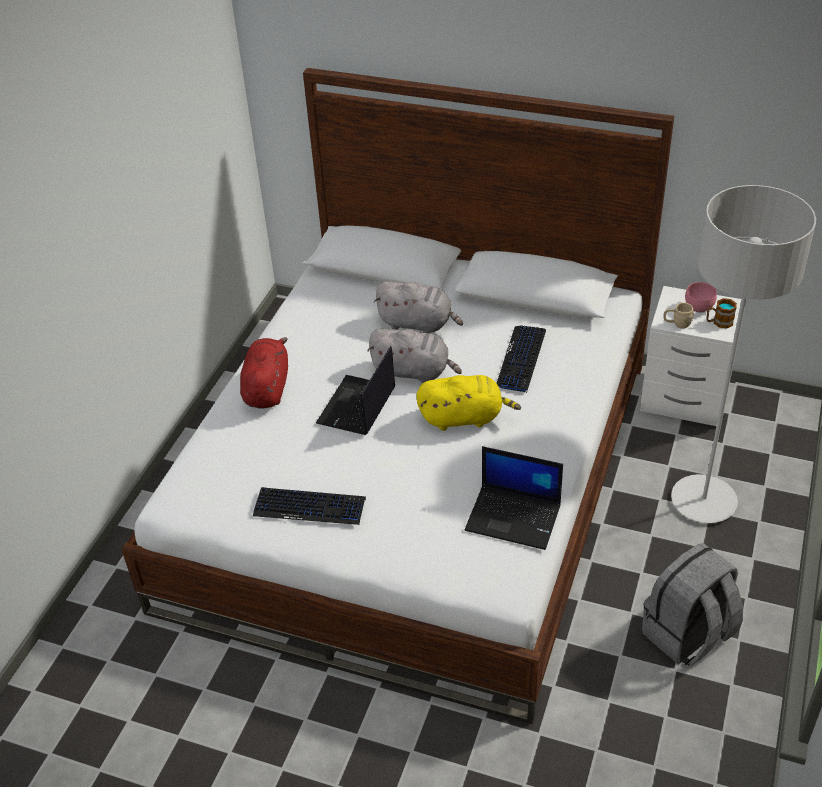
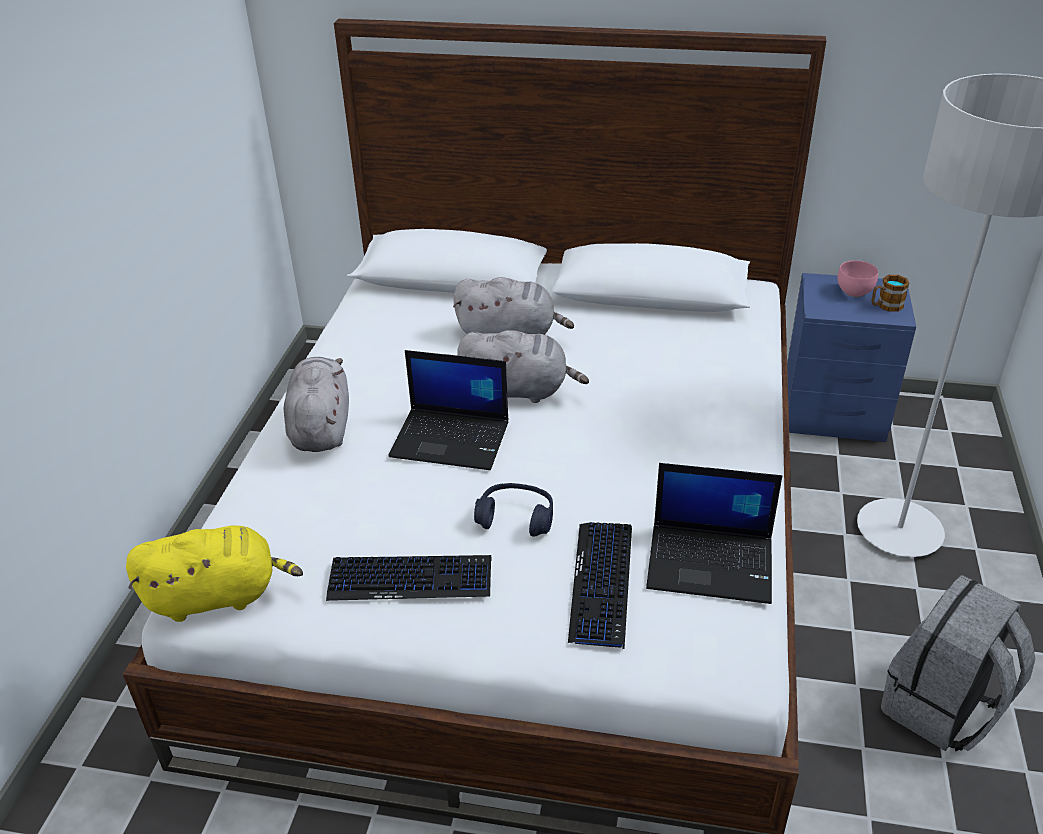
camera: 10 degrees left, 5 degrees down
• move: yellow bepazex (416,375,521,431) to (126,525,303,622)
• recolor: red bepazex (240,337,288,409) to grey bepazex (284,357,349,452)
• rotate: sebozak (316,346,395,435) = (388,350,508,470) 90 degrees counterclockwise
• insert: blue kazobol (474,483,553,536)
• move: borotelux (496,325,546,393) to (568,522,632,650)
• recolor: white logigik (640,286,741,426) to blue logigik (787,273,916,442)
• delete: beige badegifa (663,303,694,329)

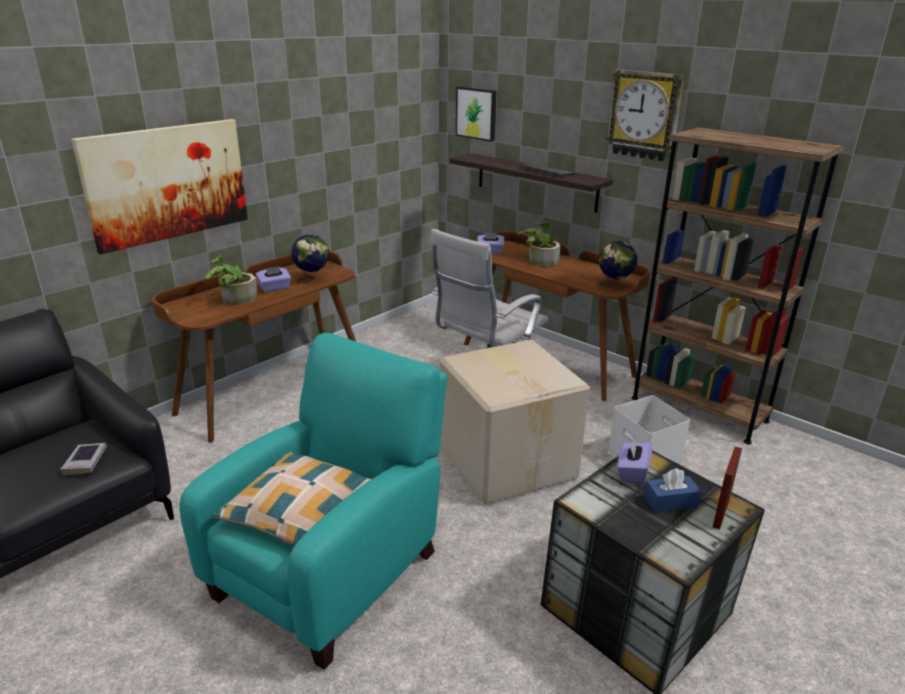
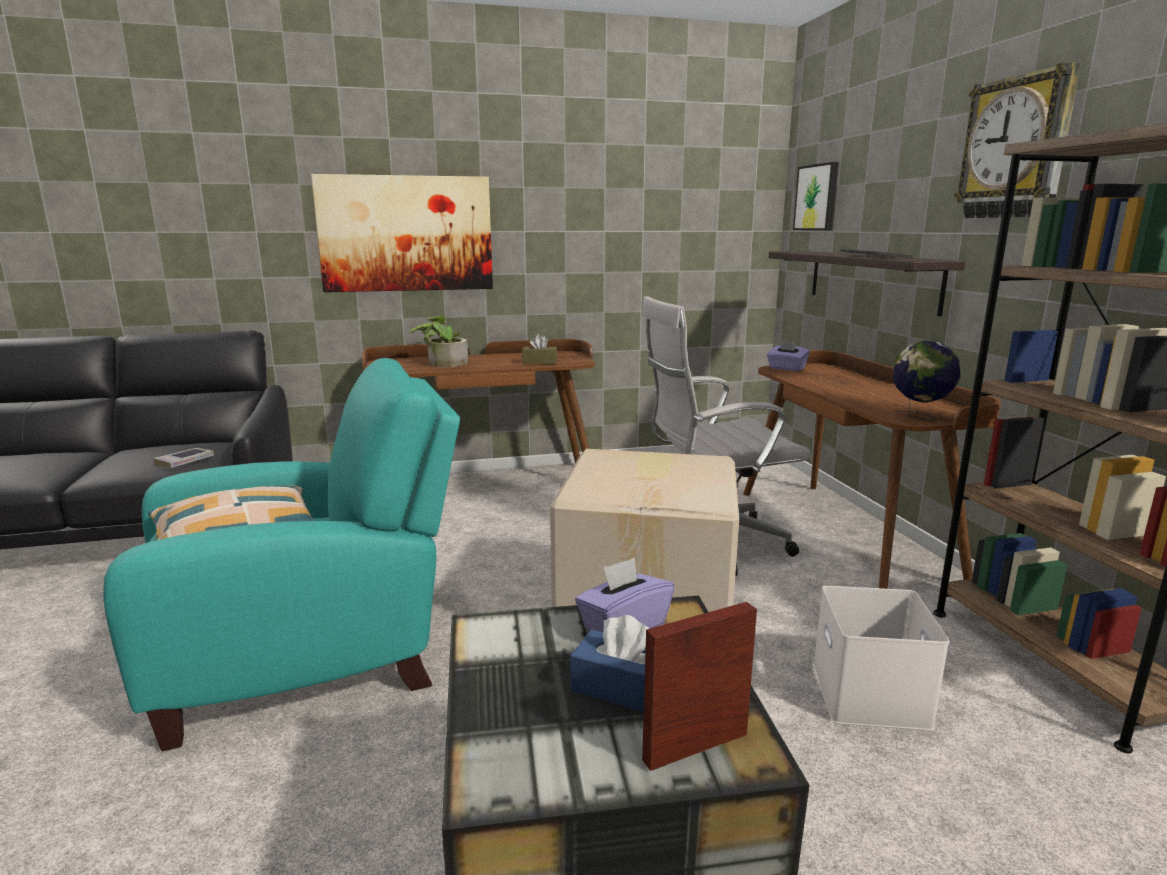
camera: 35 degrees right, 10 degrees down
• replace: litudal (291,234,329,284) to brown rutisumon (522,334,557,364)
• delete: purple rutisumon (256,266,291,292)
• delete: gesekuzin (518,222,561,267)

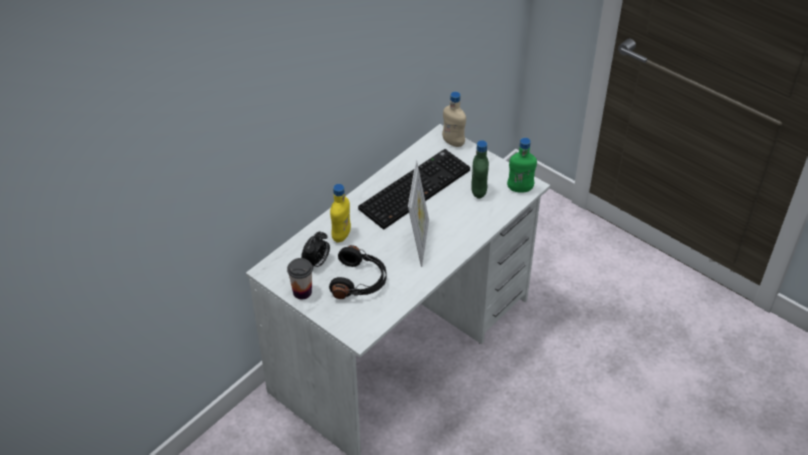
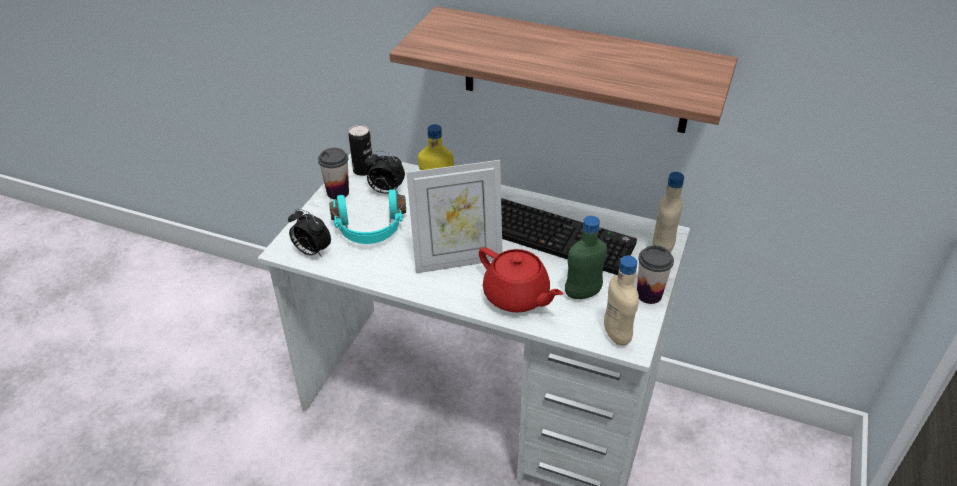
camera: 70 degrees right, 5 degrees down
• insert: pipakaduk (288,208,331,258)
• recolor: black kazobol (329,245,387,299) to turquoise kazobol (329,189,406,244)
• insert: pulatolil (349,125,372,176)
• insert: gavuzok (390,6,738,133)
• insert: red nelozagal (479,247,563,313)
• recolor: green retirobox (507,138,537,193) to beige retirobox (604,256,639,346)
• insert: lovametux (637,246,674,304)

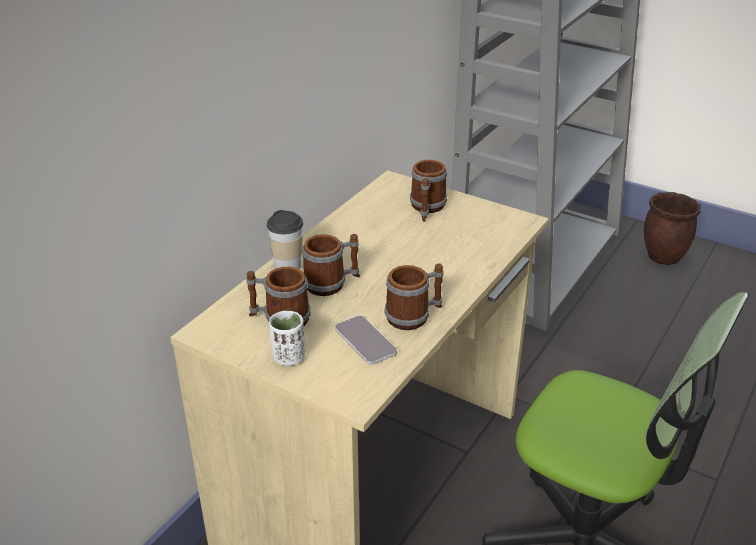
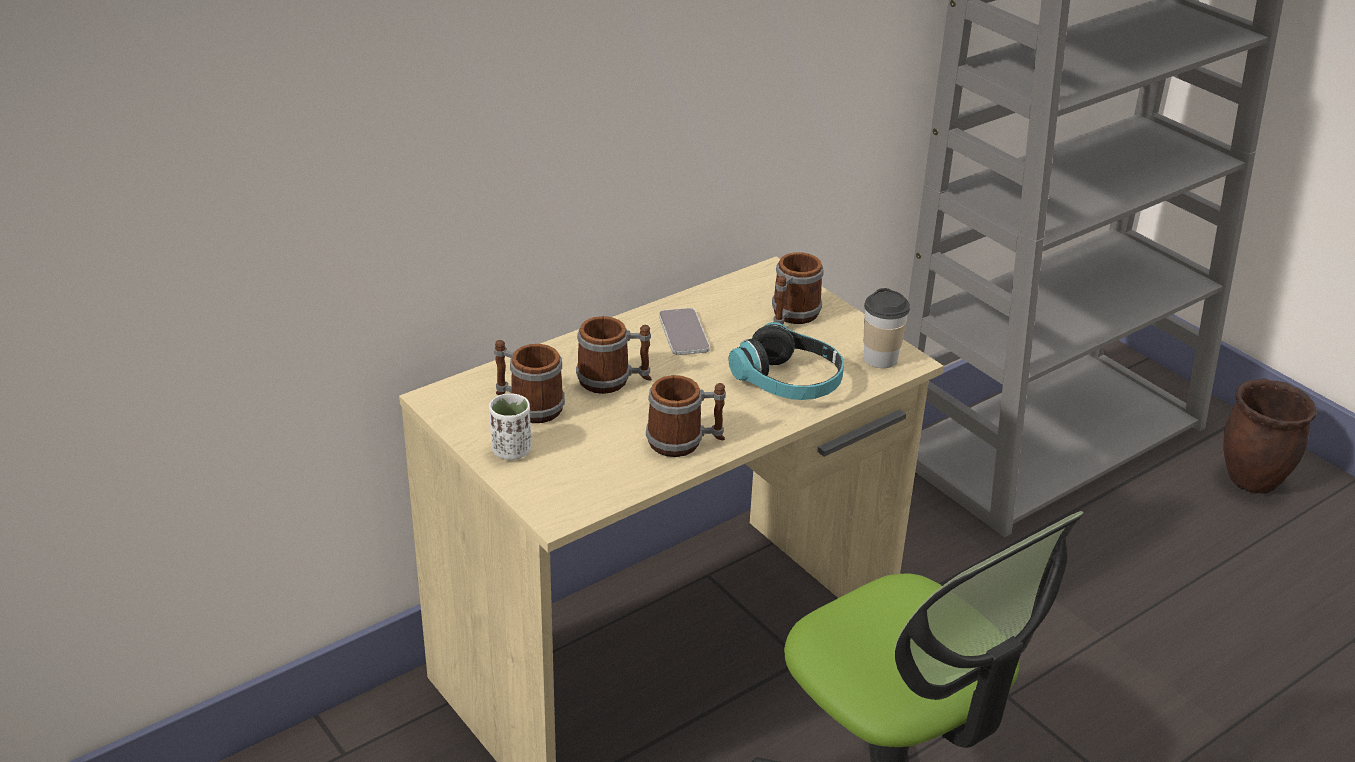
camera: 20 degrees right, 0 degrees up
• move: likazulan (335,315,397,365) to (659,308,710,355)
• insert: kazobol (729,322,844,400)
• move: lovametux (267,210,303,269) to (864,288,910,368)

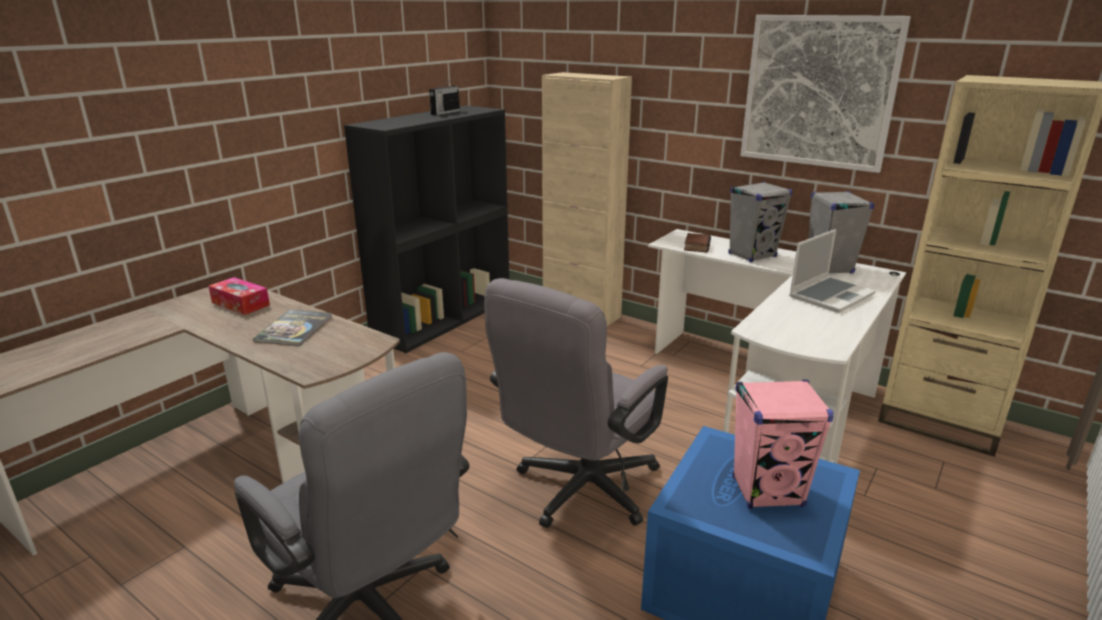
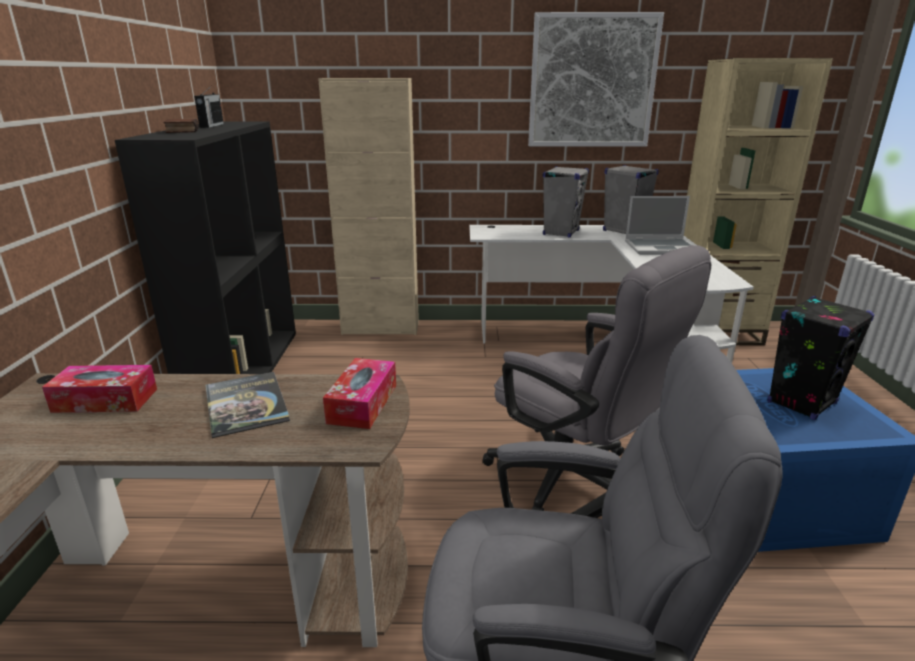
camera: 35 degrees left, 0 degrees up
• move: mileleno (684,233,711,252) to (163,119,199,133)
• insert: rutisumon (323,358,396,429)
• rotate: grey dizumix (484,278,668,528) = (482,245,712,511) 45 degrees counterclockwise
• rotate: sebozak (789,229,876,313) = (625,196,691,255) 75 degrees clockwise
• recolor: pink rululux (732,380,834,509) to black rululux (767,296,874,420)

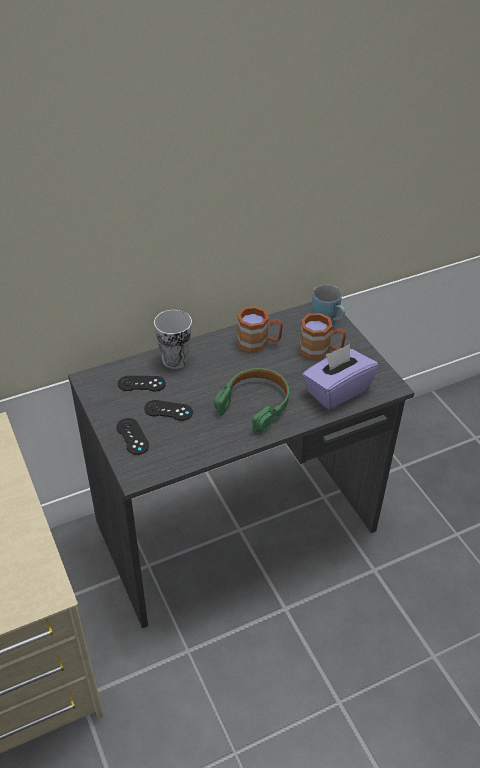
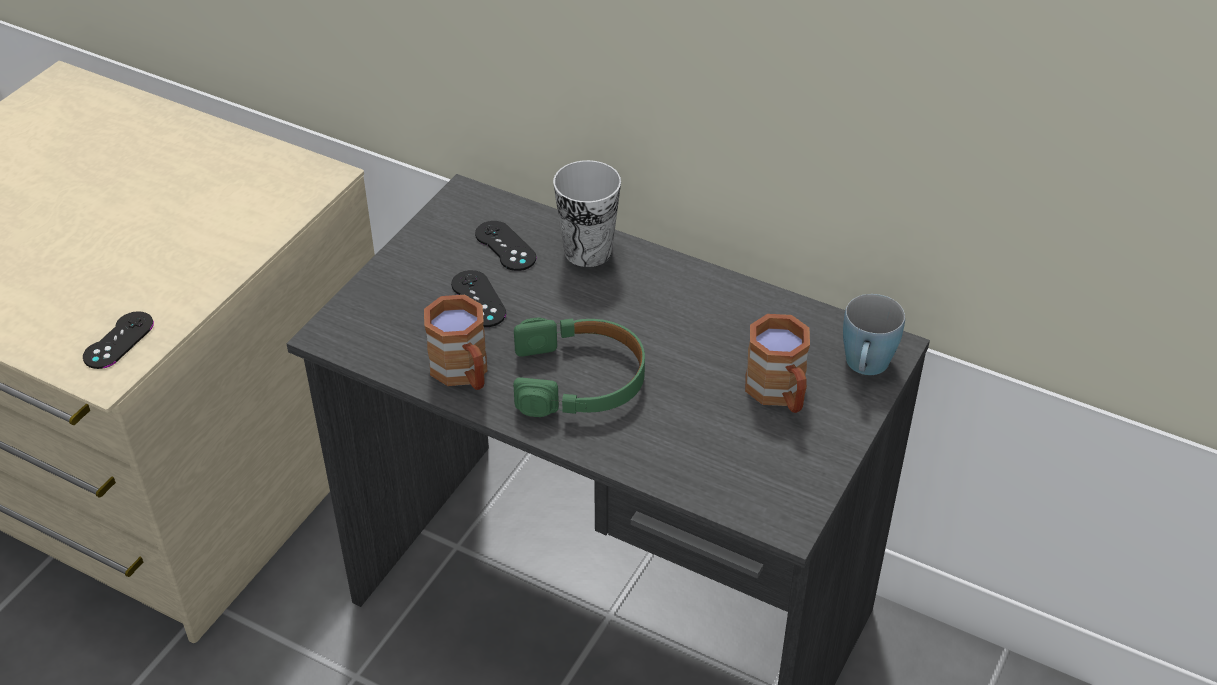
camera: 55 degrees right, 0 degrees up
• move: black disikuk (116,418,149,455) to (83,311,154,369)
• move: brown badegifa (237,306,283,353) to (424,295,487,390)
• delete: purple rutisumon (302,344,379,410)

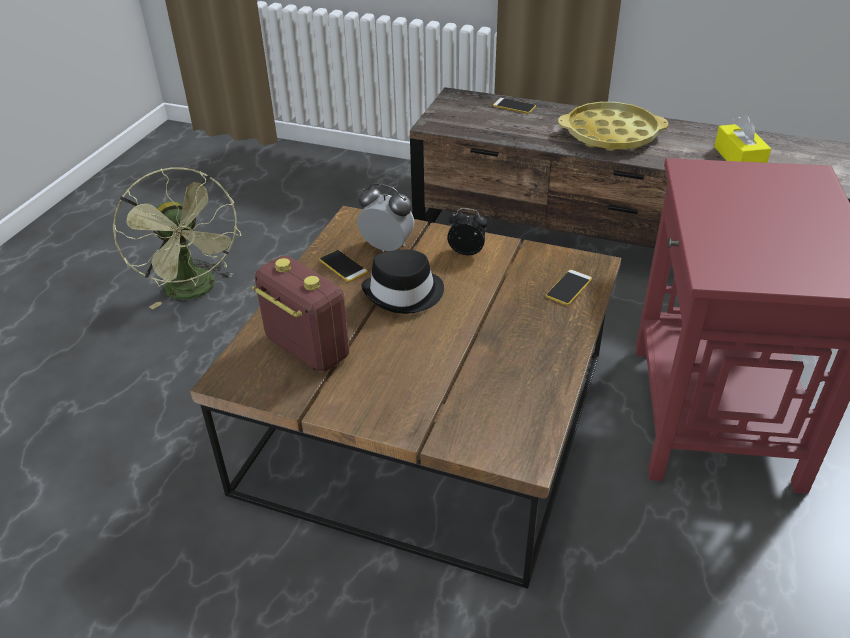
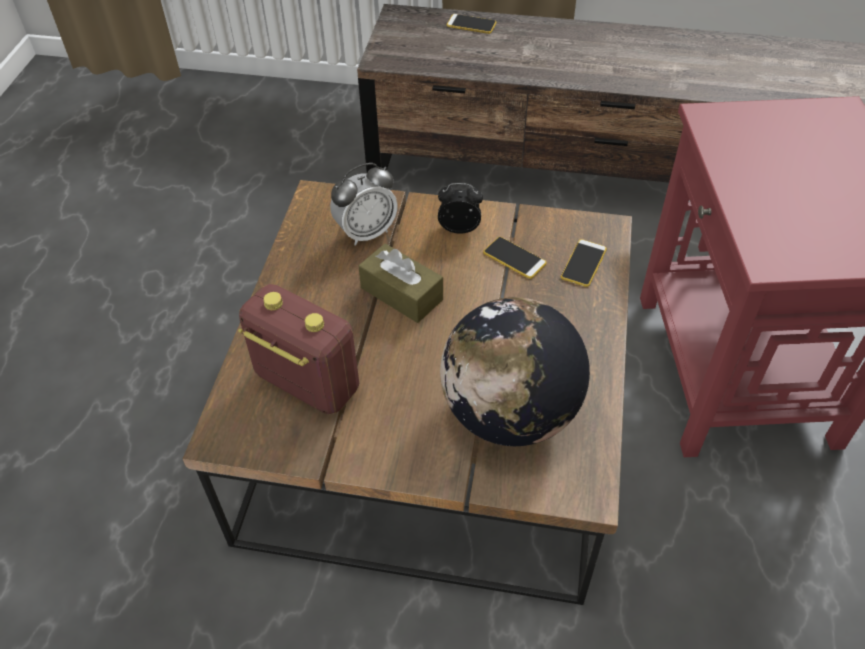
camera: 10 degrees left, 10 degrees up
• rotate: pipakaduk (357,183,414,252) = (330,163,398,246) 135 degrees clockwise
• replace: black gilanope (361,250,444,314) to brown rutisumon (358,243,443,323)
• insert: litudal (440,297,590,446)
• move: likazulan (319,250,368,282) to (483,237,547,279)
• delete: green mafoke (112,167,241,309)
• delete: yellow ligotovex (558,102,668,151)
• delete: yellow rutisumon (714,115,771,163)

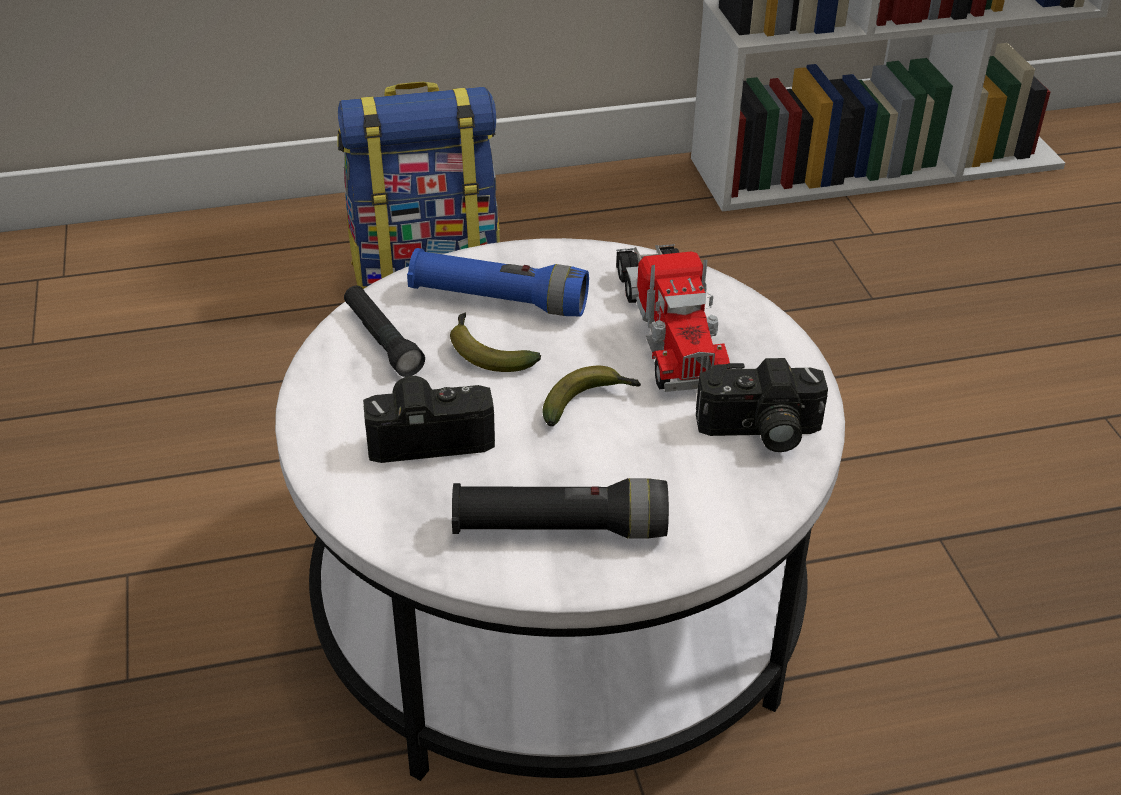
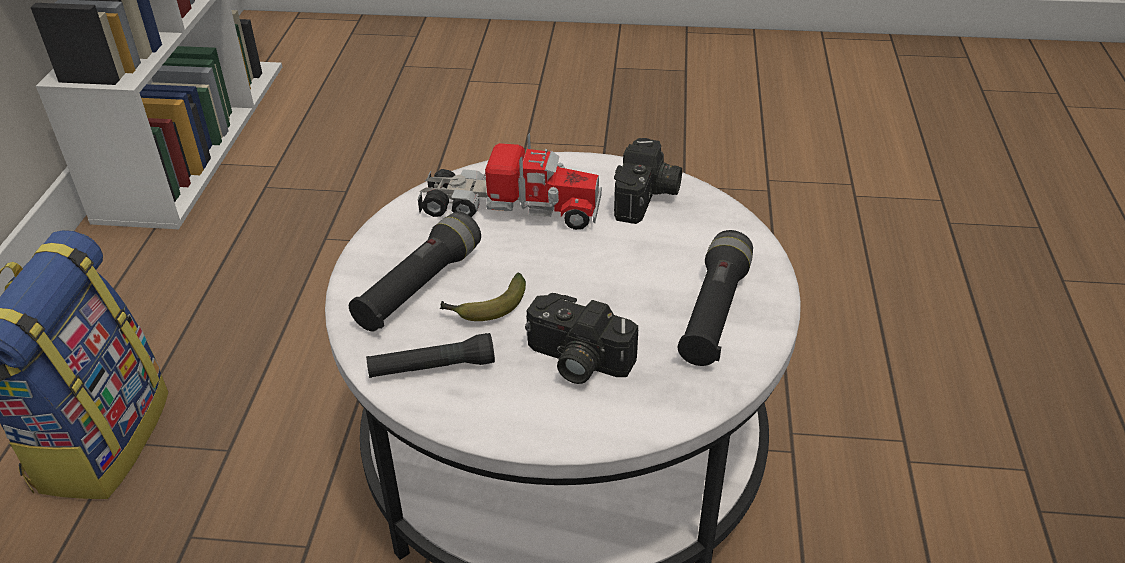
camera: 70 degrees left, 0 degrees up
• recolor: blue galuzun (407,248,589,316) to black galuzun (349,211,481,331)
• rotate: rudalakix (363,376,495,463) = (525,293,638,384) 75 degrees counterclockwise
• delete: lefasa (542,366,641,426)

